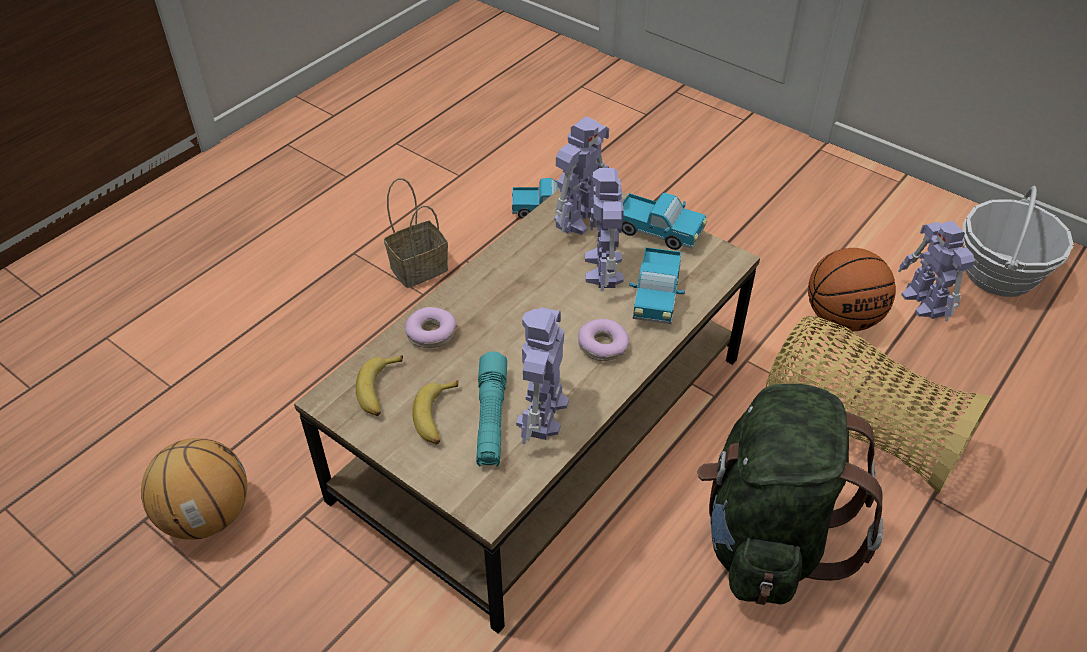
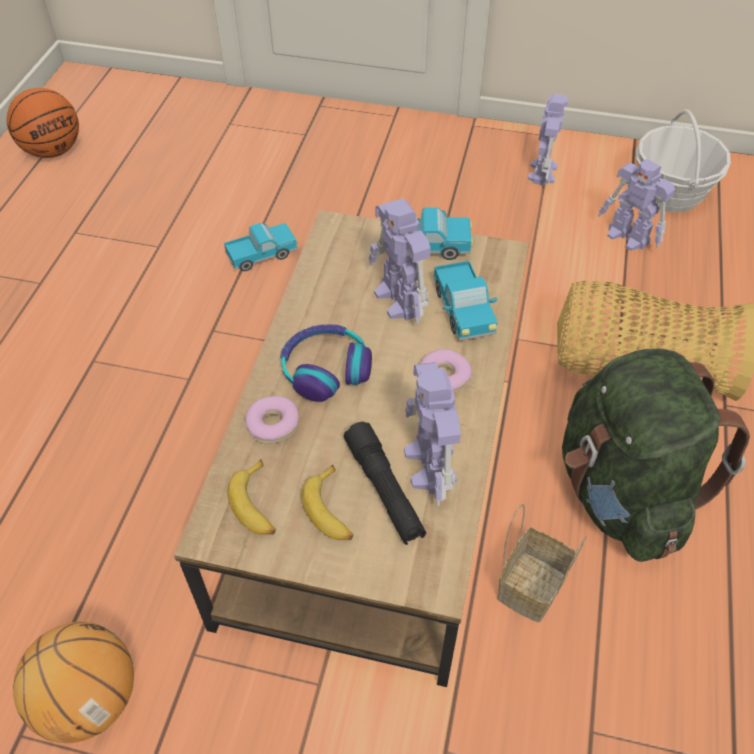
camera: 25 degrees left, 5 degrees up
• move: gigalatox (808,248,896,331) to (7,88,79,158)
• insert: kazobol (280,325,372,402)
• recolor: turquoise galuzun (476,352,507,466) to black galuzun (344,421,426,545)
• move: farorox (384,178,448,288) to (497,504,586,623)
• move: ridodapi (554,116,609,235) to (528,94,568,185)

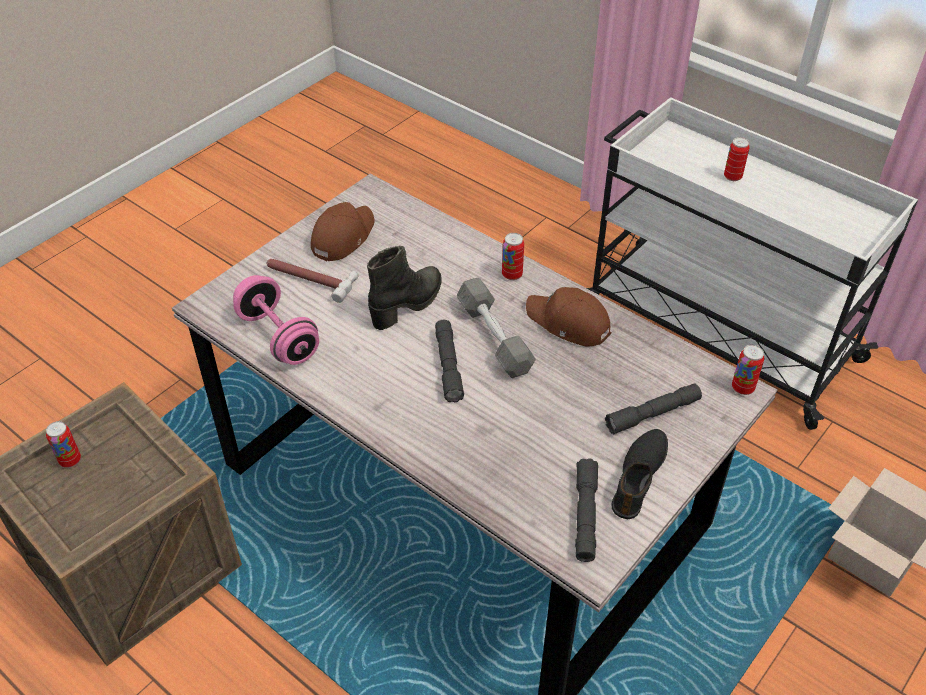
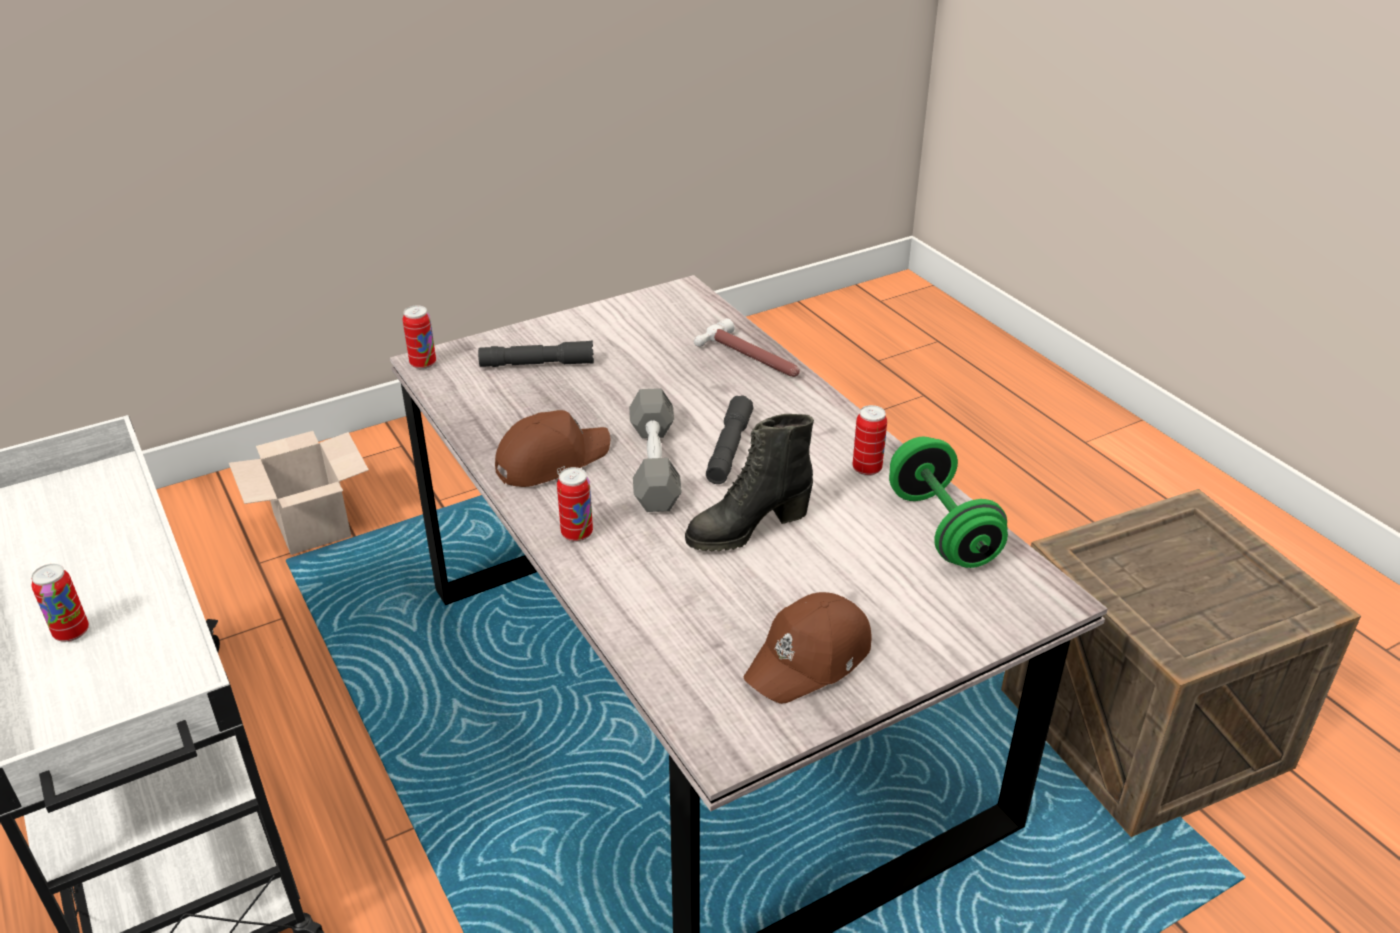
camera: 160 degrees left, 10 degrees down
• rotate: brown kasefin (526,287,611,346) = (495,410,610,487) 90 degrees counterclockwise
• move: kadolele (266,259,358,303) to (694,318,800,377)
• move: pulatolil (46,421,81,468) to (853,405,887,476)
• recolor: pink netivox (233,275,319,365) to green netivox (889,437,1008,568)
• delete: grey galuzun (575,458,598,562)
• delete: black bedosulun (611,429,668,519)

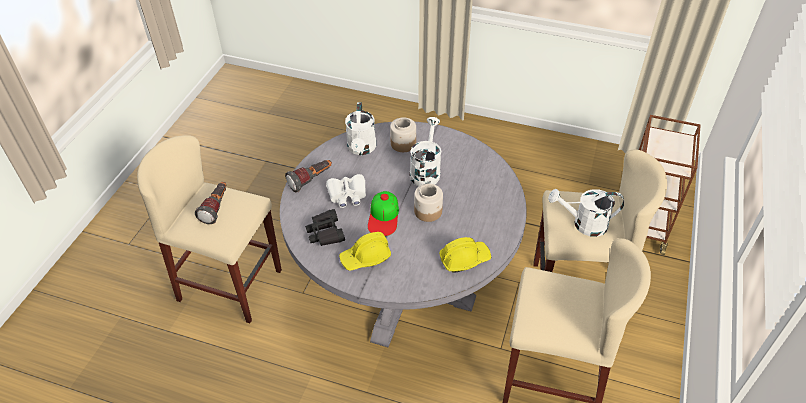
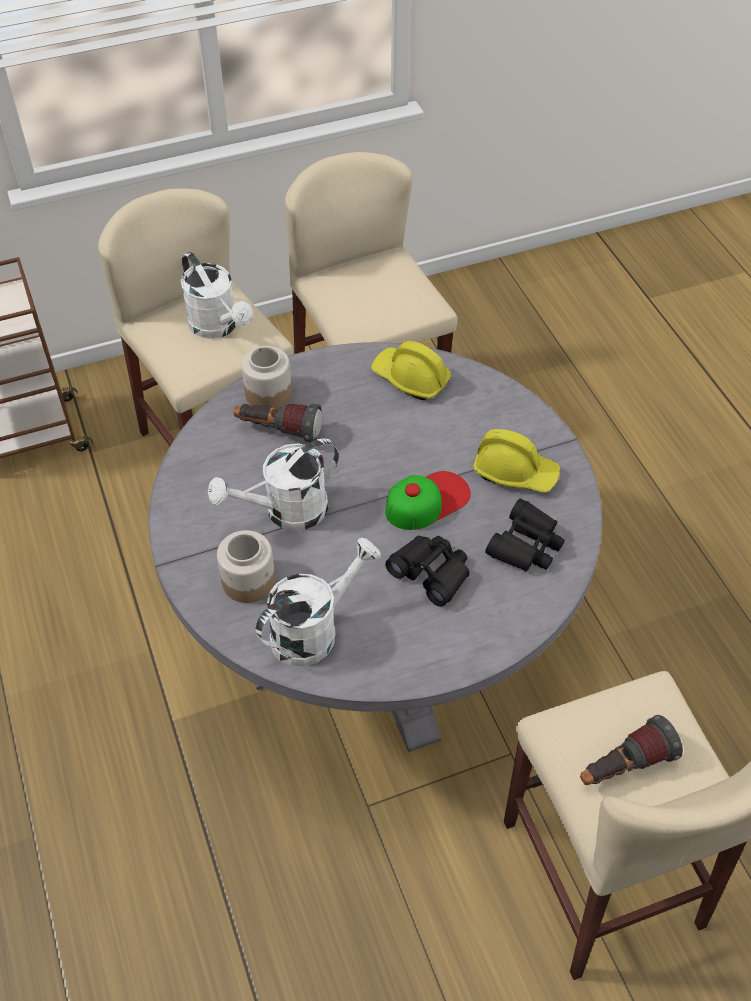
camera: 130 degrees left, 5 degrees up
• move: galuzun (285,160,332,192) to (234,403,322,443)
• move: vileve (414,184,443,222) to (241,346,292,408)
• recolor: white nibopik (326,174,366,208) to black nibopik (385,536,469,607)

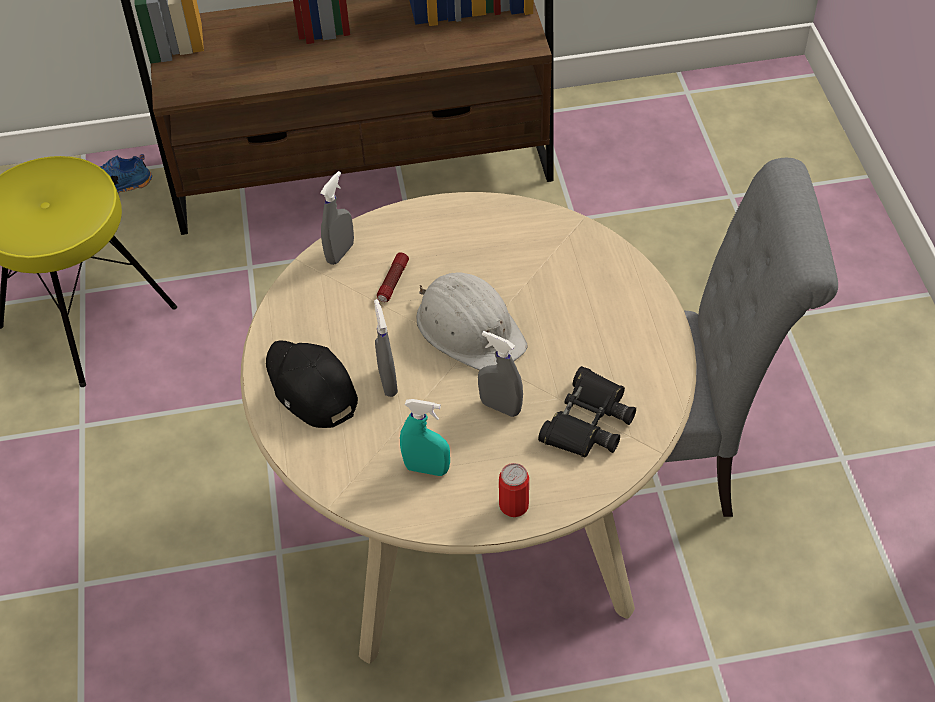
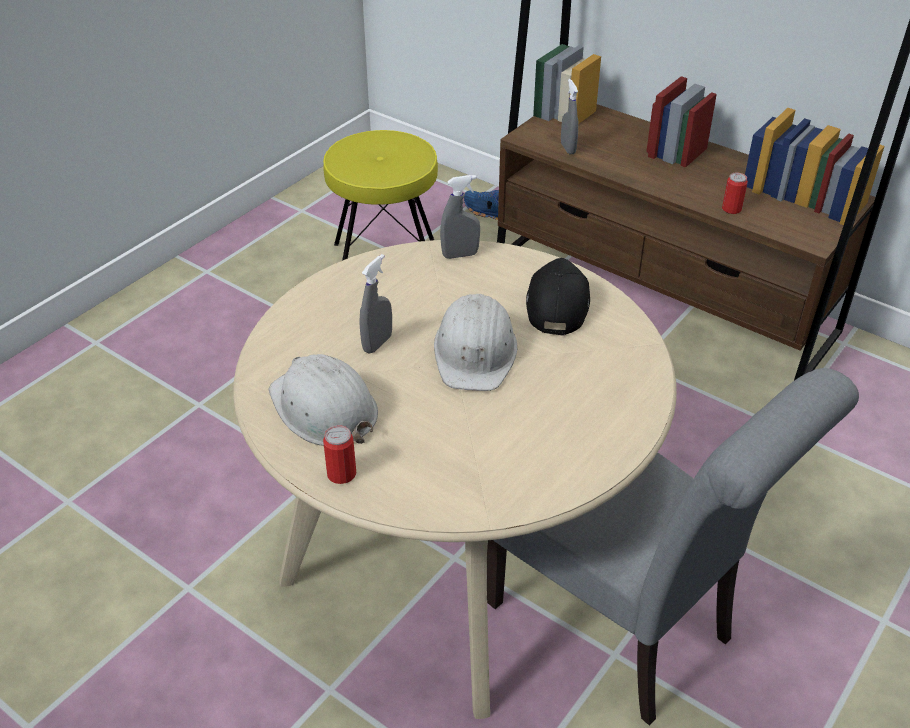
camera: 45 degrees right, 10 degrees down
• replace: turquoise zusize (400,399,450,476) to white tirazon (269,354,378,446)
• move: black kasefin (266,340,358,428) to (526,258,590,336)
• move: grey zusize (478,331,523,417) to (561,79,578,154)
• insert: pulatolil (722,172,748,214)
• delete: galuzun (377,253,409,302)
• delete: black nibopik (538,366,636,457)

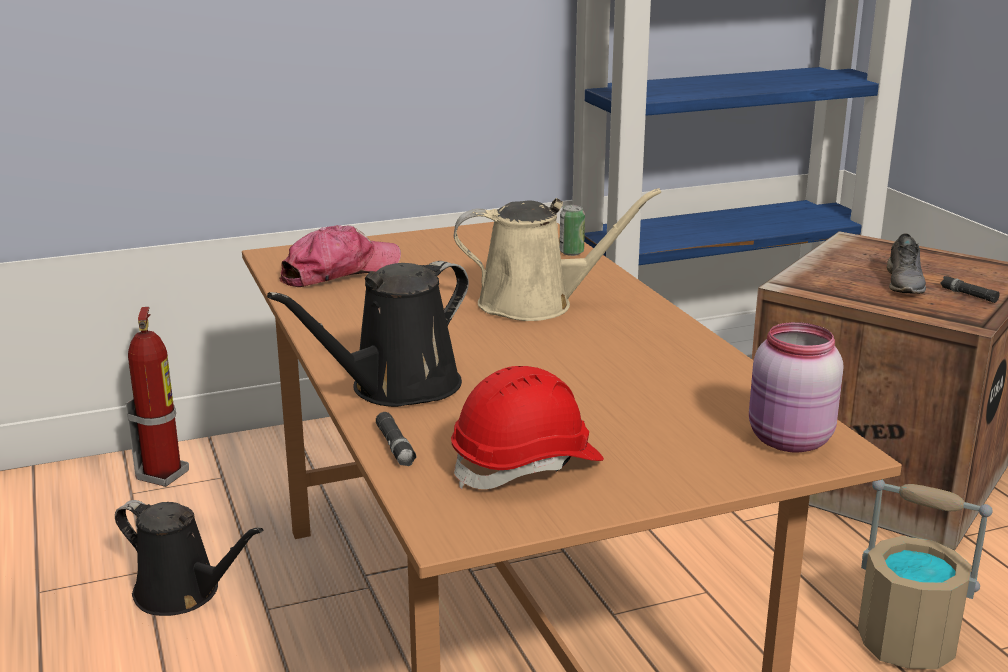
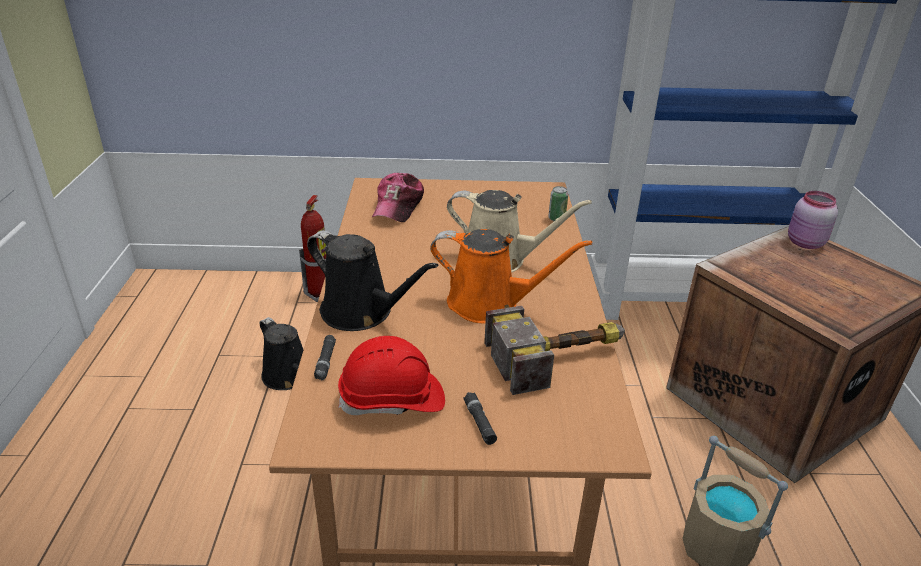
camera: 20 degrees right, 10 degrees up
• rotate: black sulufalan (267,261,469,407) = (307,231,438,331) 120 degrees counterclockwise
• rotate: kasefin (279,225,401,287) = (371,173,424,222) 120 degrees clockwise
• insert: orange sulufalan (430,229,592,323)
• move: black galuzun (941,276,1000,303) to (464,392,497,445)
• insert: kadolele (484,306,625,395)
• move: pink vileve (749,322,843,452) to (788,191,838,249)
• delete: grey bedosulun (887,233,926,294)

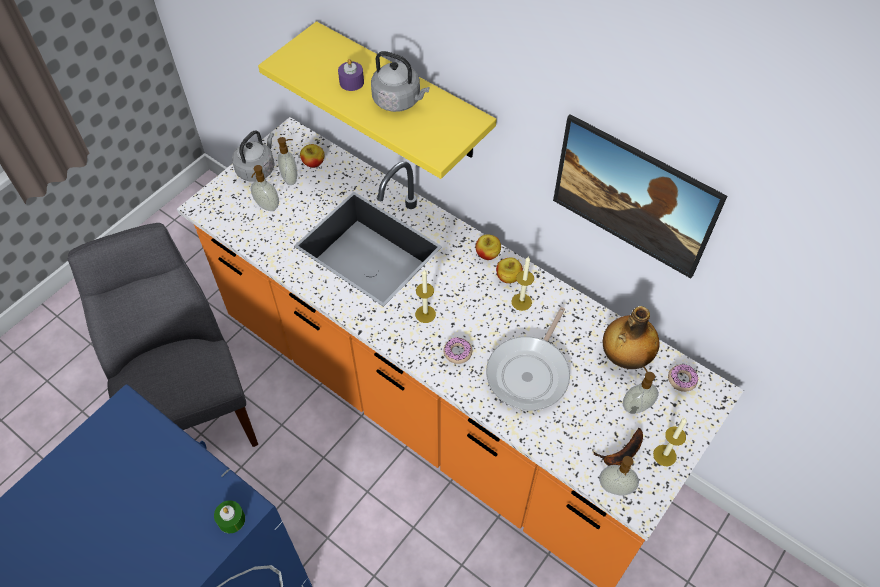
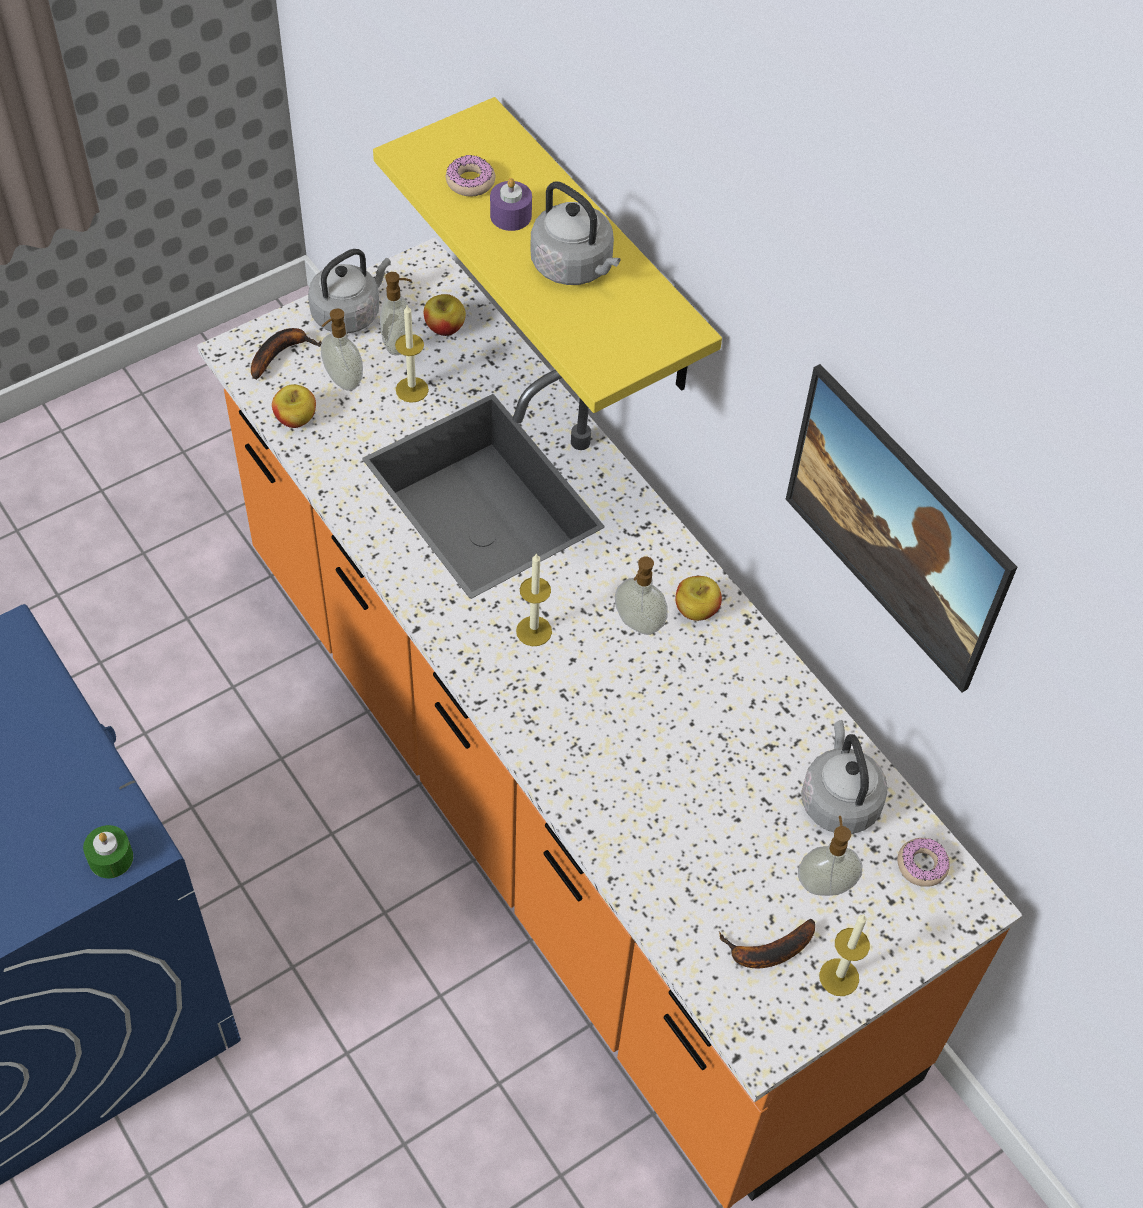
camera: 15 degrees right, 0 degrees up
• insert: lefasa (251,328,322,380)
• move: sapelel (476,234,501,260) to (272,384,316,428)
• move: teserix (511,257,534,311) to (395,304,429,403)
• move: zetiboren (444,337,472,364) to (446,155,495,196)
• move: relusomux (599,456,639,496) to (615,557,667,635)
• replace: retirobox (603,306,660,369) to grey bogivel (801,720,888,834)
• delete: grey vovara (68,223,258,447)
• delete: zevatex (486,307,570,411)

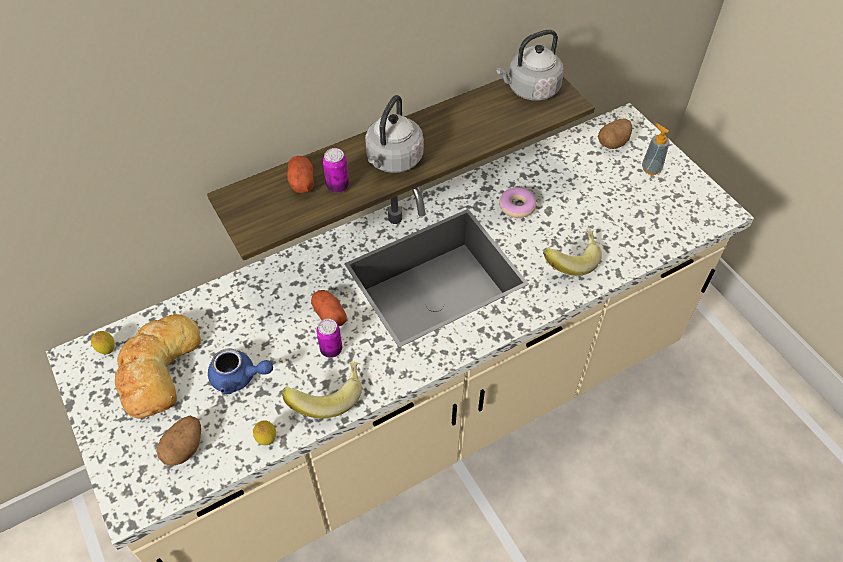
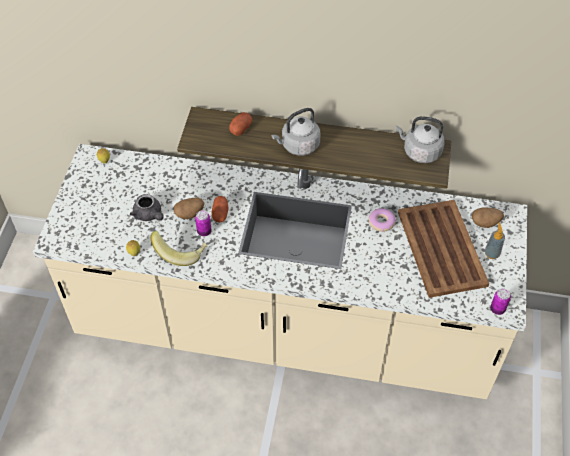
camera: 40 degrees right, 0 degrees up
• recolor: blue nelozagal (208,348,273,394) to grey nelozagal (130,194,164,221)
• move: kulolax (156,416,201,466) to (174,198,204,219)
• insert: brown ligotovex (398,200,489,298)
• move: pulatolil (323,148,349,193) to (490,288,511,315)
• delete: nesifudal (115,314,201,418)
• delete: lefasa (543,230,602,276)

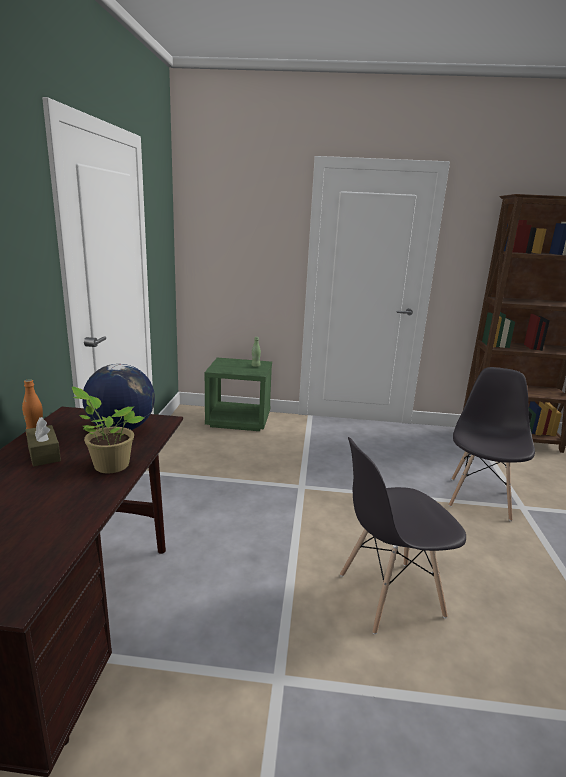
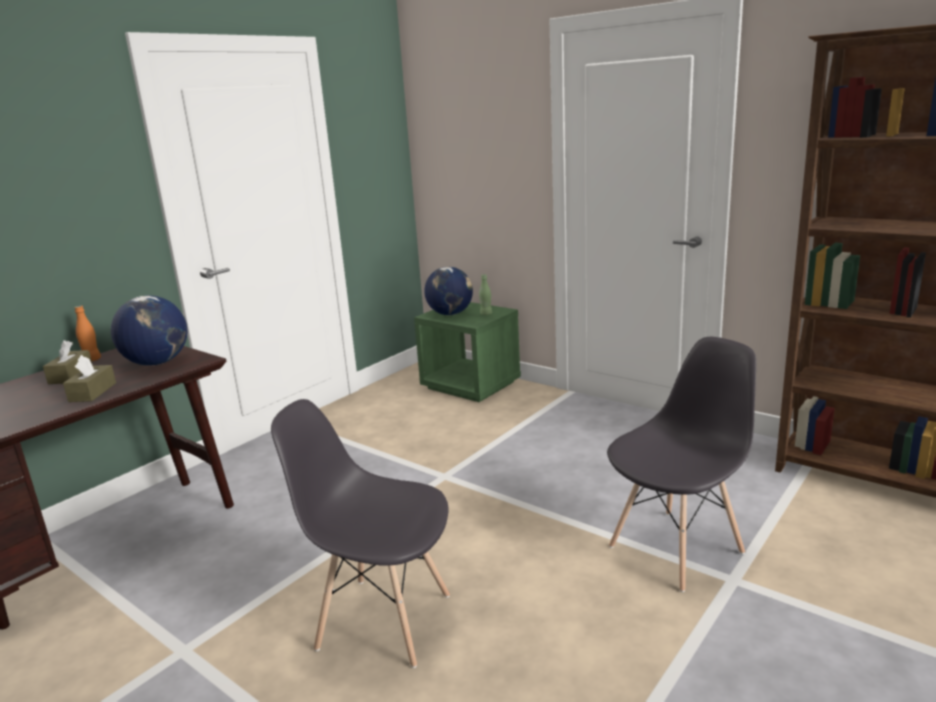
camera: 35 degrees right, 0 degrees up
• replace: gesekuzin (72,387,145,473) to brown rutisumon (63,355,116,402)
• insert: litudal (424,267,473,315)

